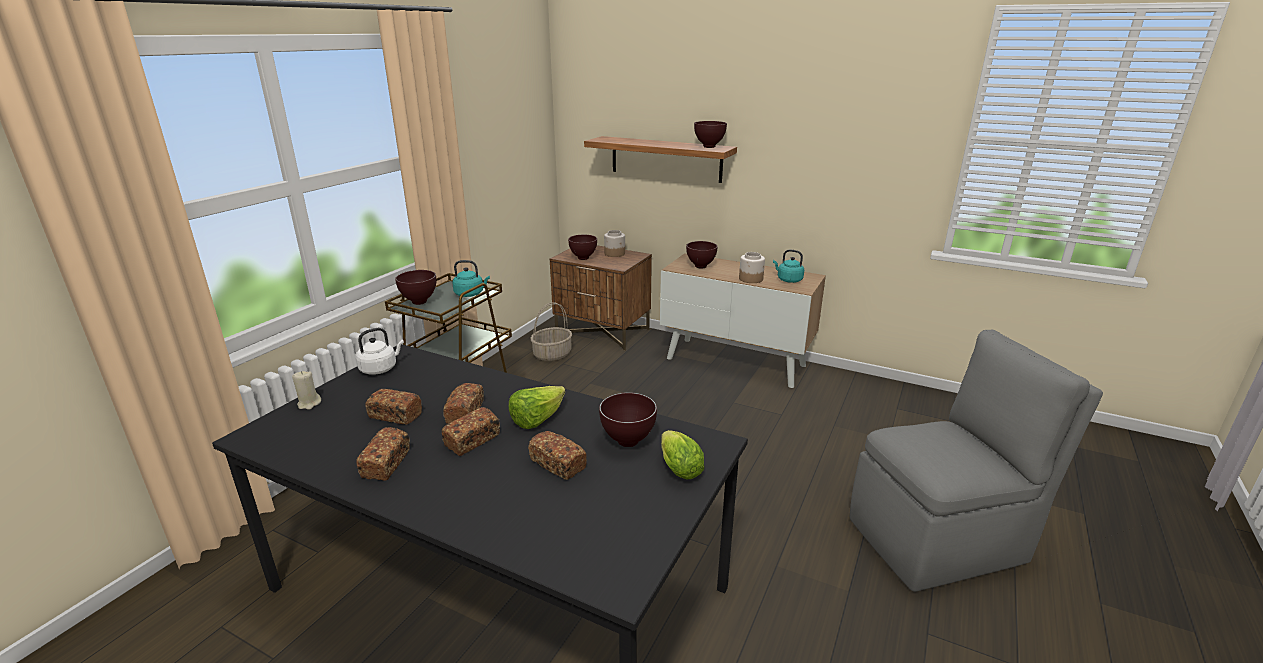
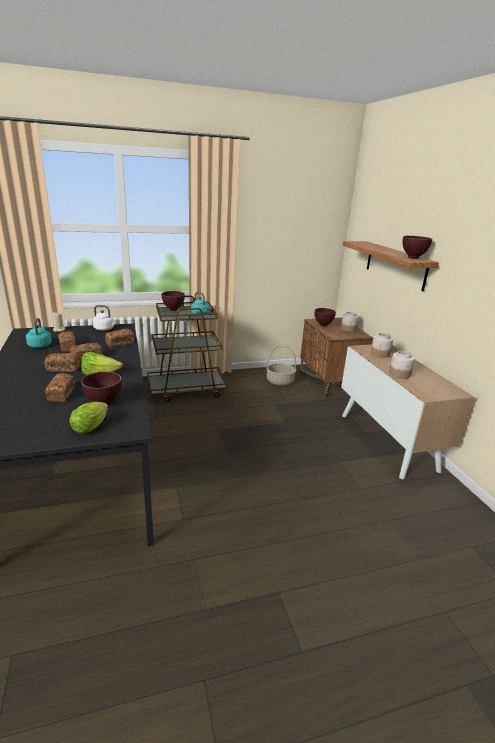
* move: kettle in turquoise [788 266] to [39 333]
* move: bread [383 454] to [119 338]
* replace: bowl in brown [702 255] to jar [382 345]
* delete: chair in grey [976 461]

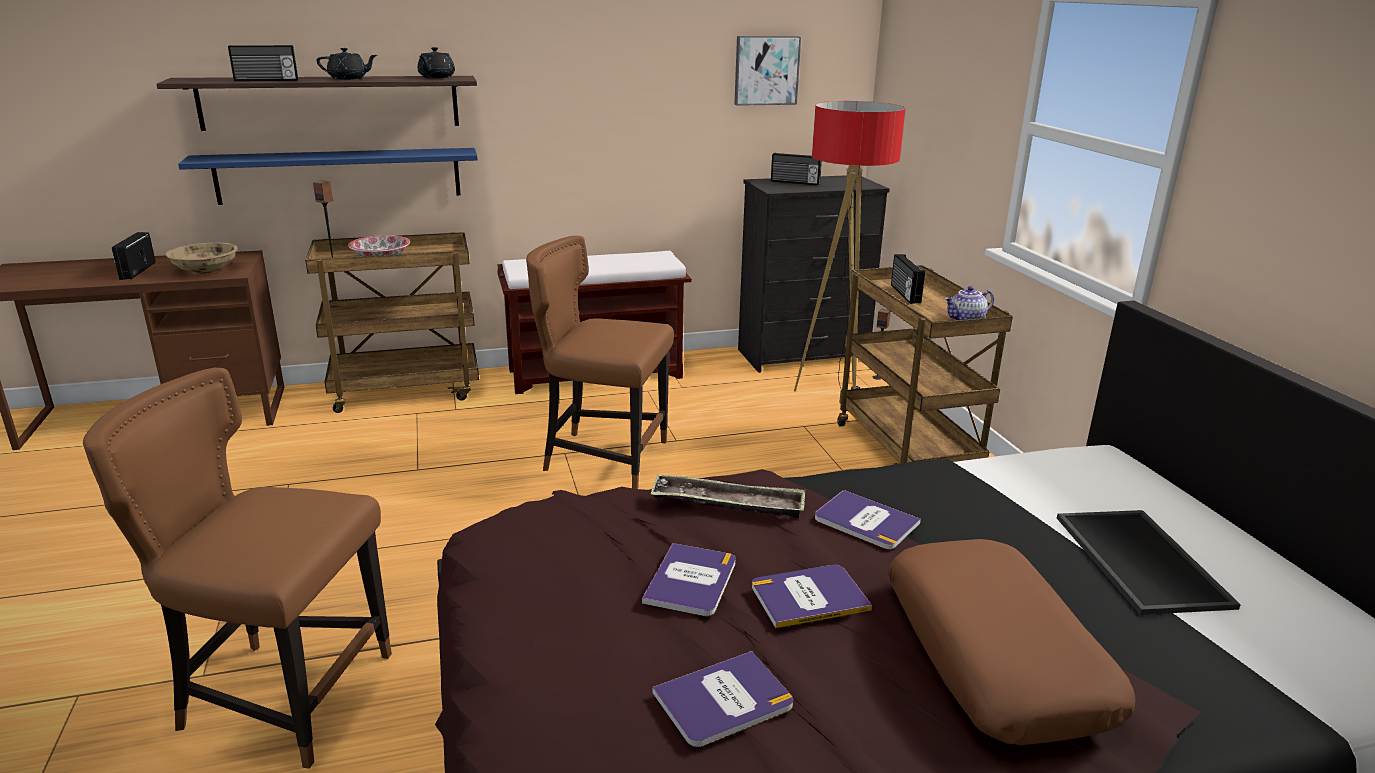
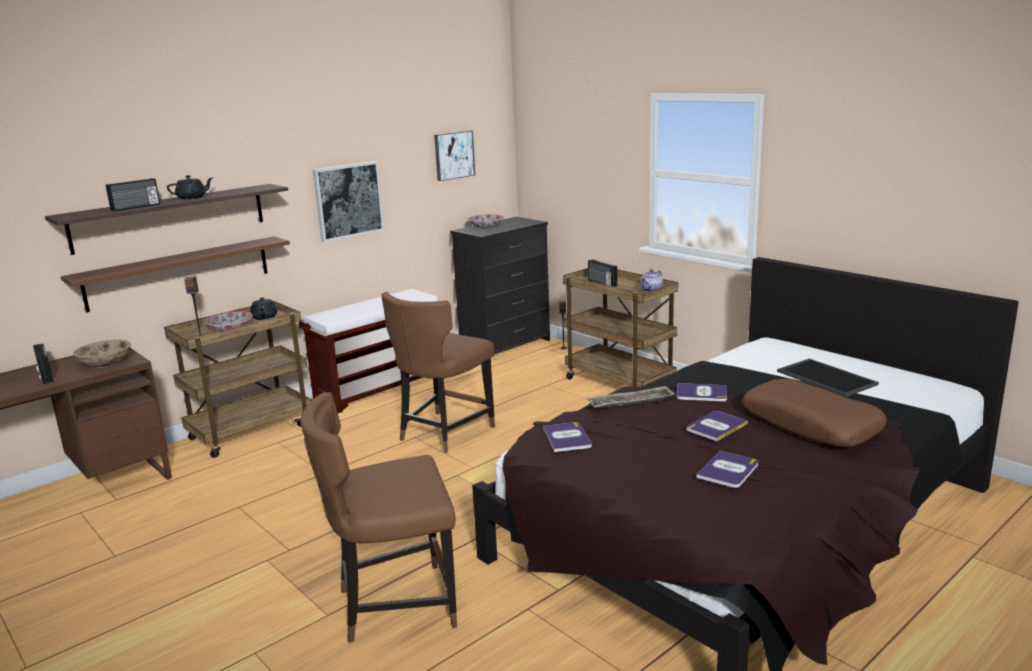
* recolor: shelf in blue [328 176] to shelf in brown [175 274]
* move: teapot in black [436 62] to [263 308]
* insert: picture [348 201]
* rotate: chair in brown [600 362] = [438 372] 45 degrees counterclockwise
* replace: radio [796 169] to bowl [485 221]
* move: book [689 579] to [567 437]
* delete: floor lamp [850 246]

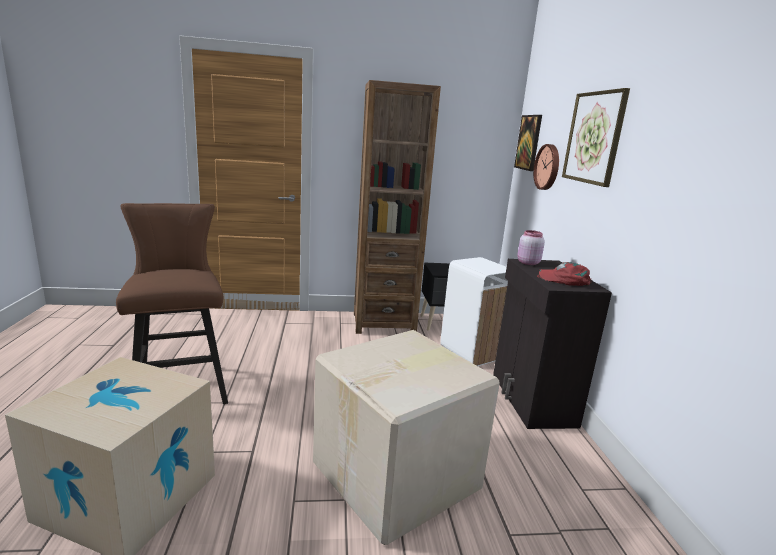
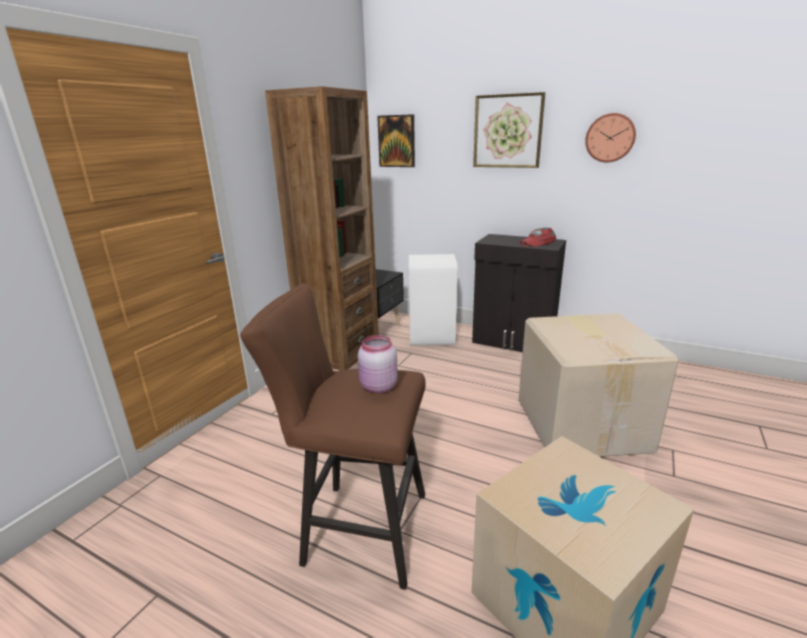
* move: jar in pink [531 247] to [378 364]
* move: wall clock [546 167] to [610 137]

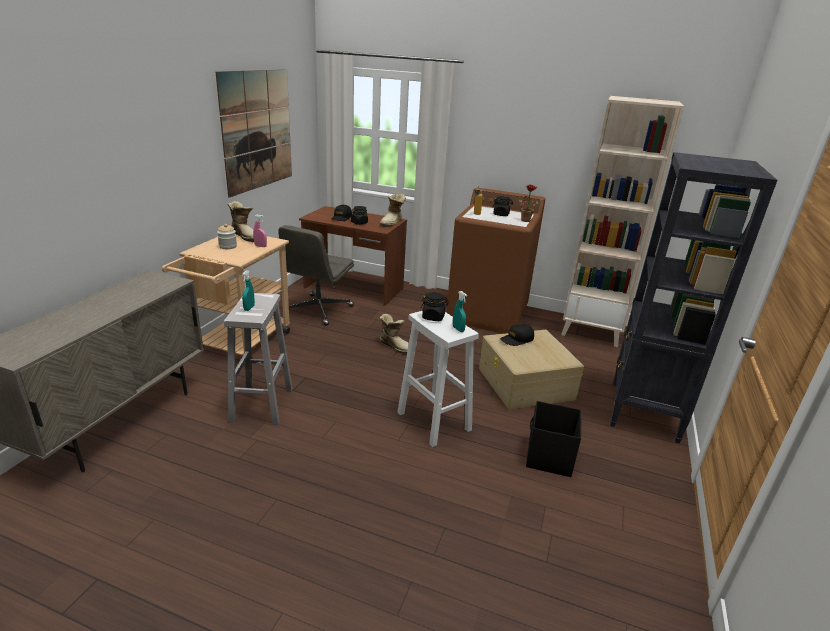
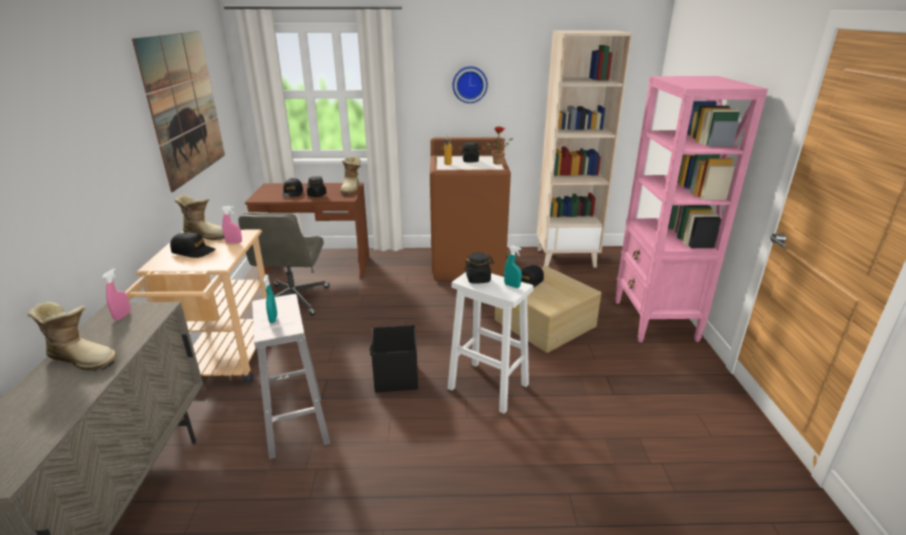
* move: boot [394 334] to [72 336]
* insert: spray bottle in pink [116 294]
* replace: jar [227 236] to cap in black [193 245]
* move: storage box in black [553 439] to [394 358]
* insert: wall clock [470 84]
* recolor: bookcase in black [693 298] to bookcase in pink [691 209]

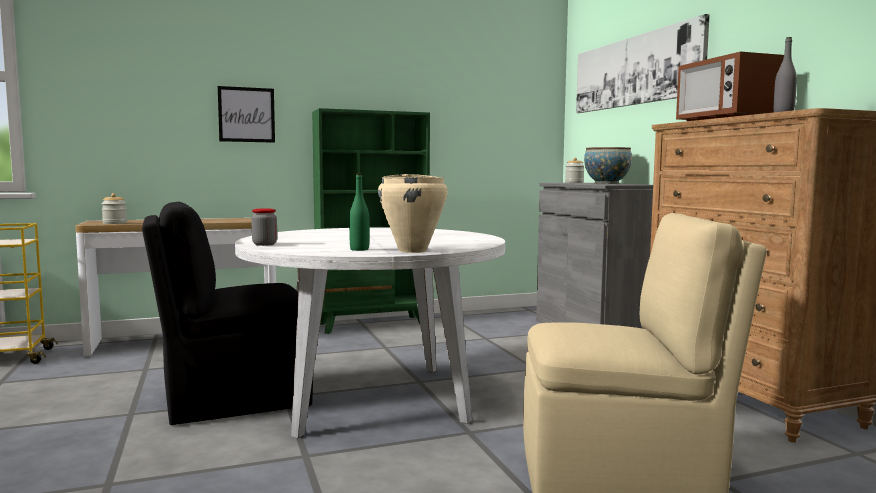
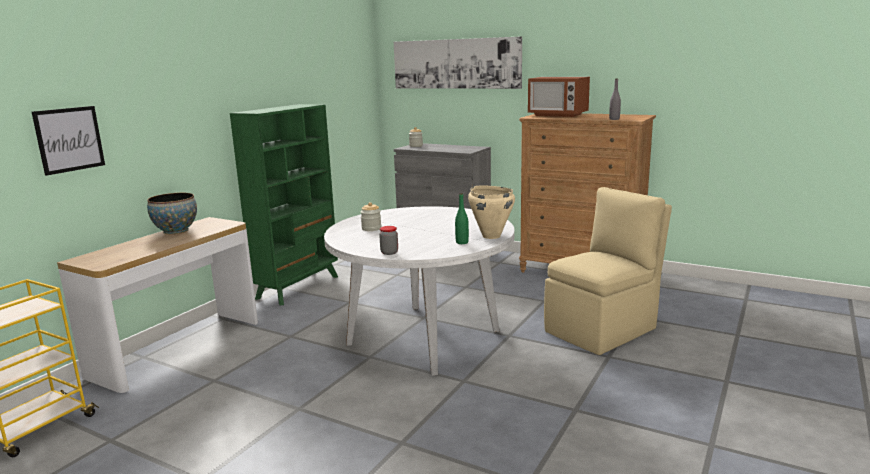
* move: picture [246 114] to [68 141]
* move: bowl [608 165] to [172 213]
* move: jar [114 208] to [371 216]
* delete: chair in black [227 313]

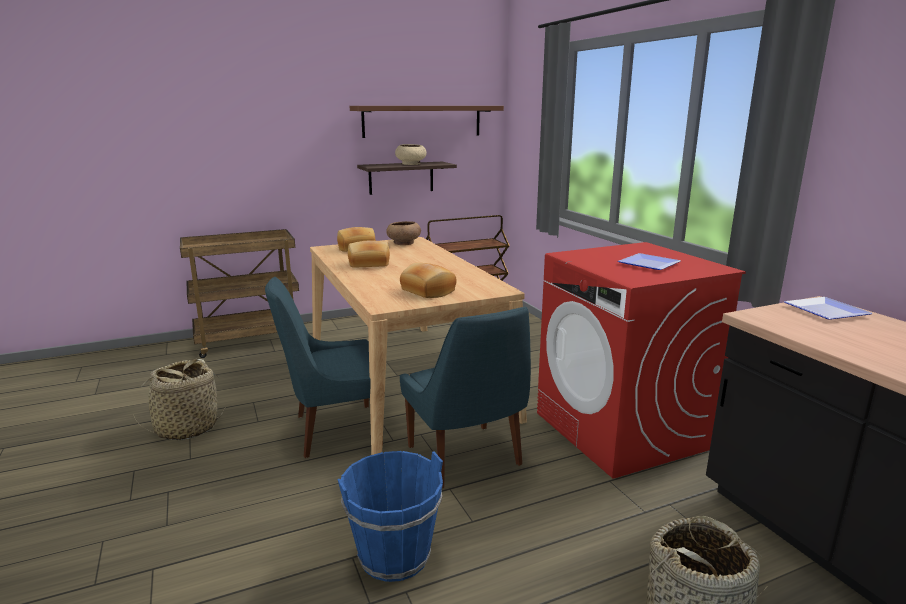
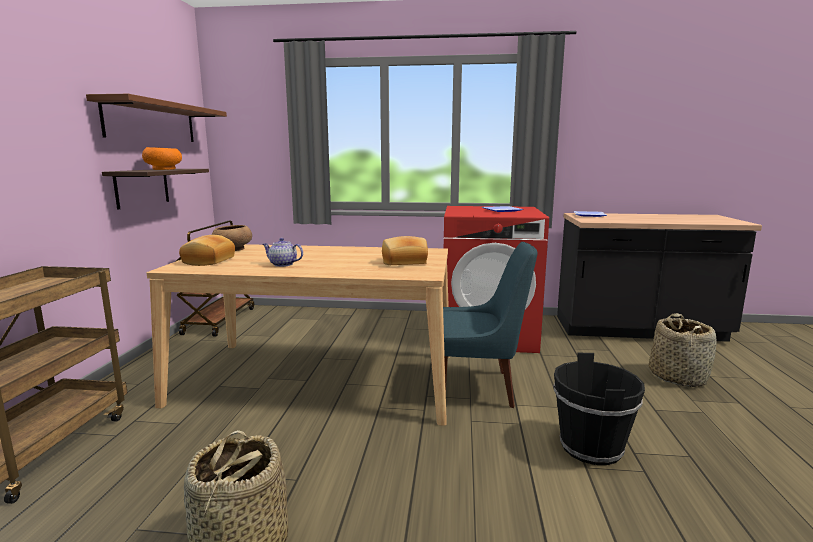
* recolor: bowl in beige [411 154] to bowl in orange [162 158]
* replace: bread [369 254] to teapot [282 252]
* recolor: bucket in blue [390 516] to bucket in black [599 409]
* delete: chair in blue [324 367]

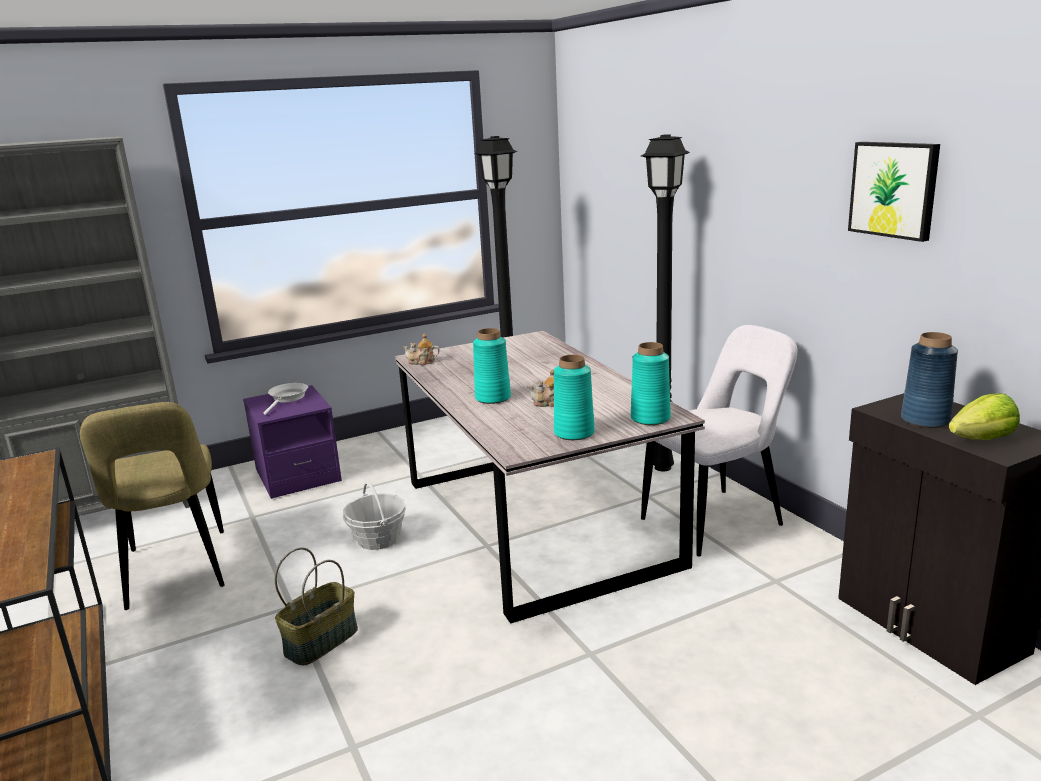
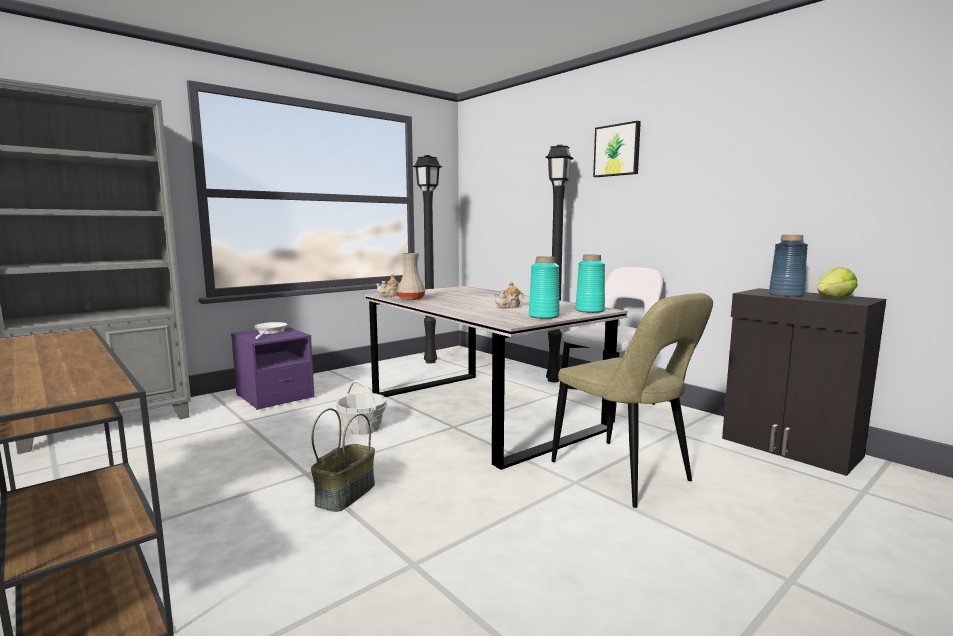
* insert: vase in beige [411 276]
* move: chair in beige [152 506] to [632 400]
* move: picture [894 192] to [617 149]
* delete: vase in turquoise [492 366]

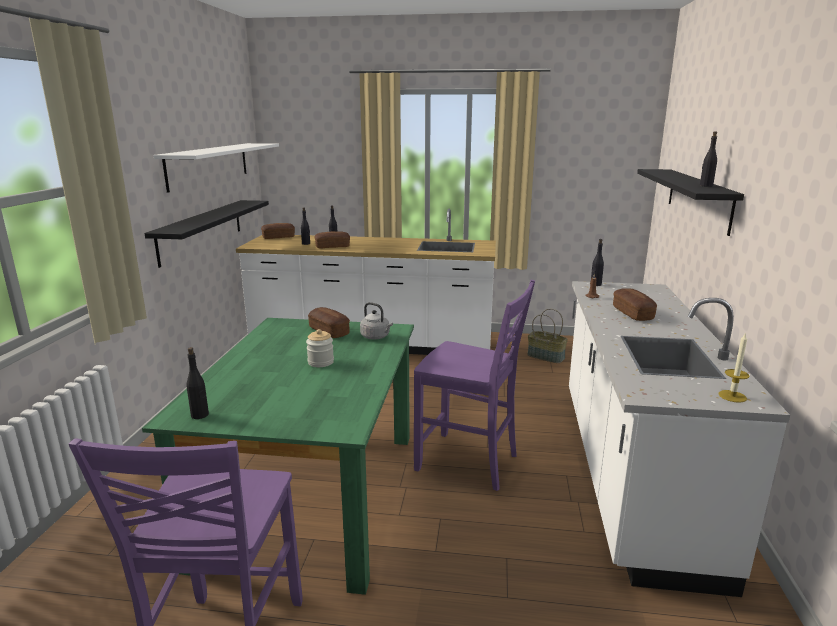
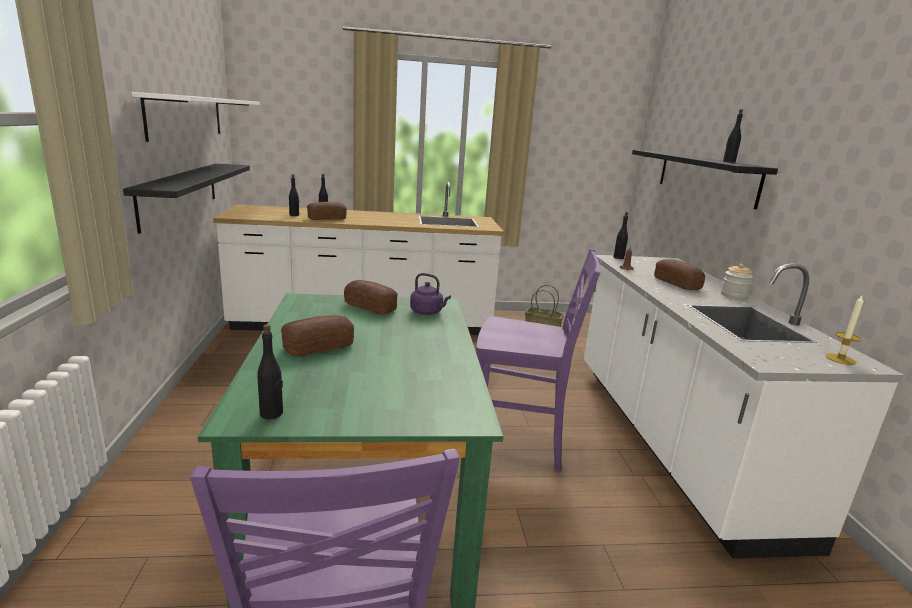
* move: bread [278 231] to [317 335]
* recolor: kettle in grey [376 320] to kettle in purple [430 294]
* move: jar [320 348] to [737 281]

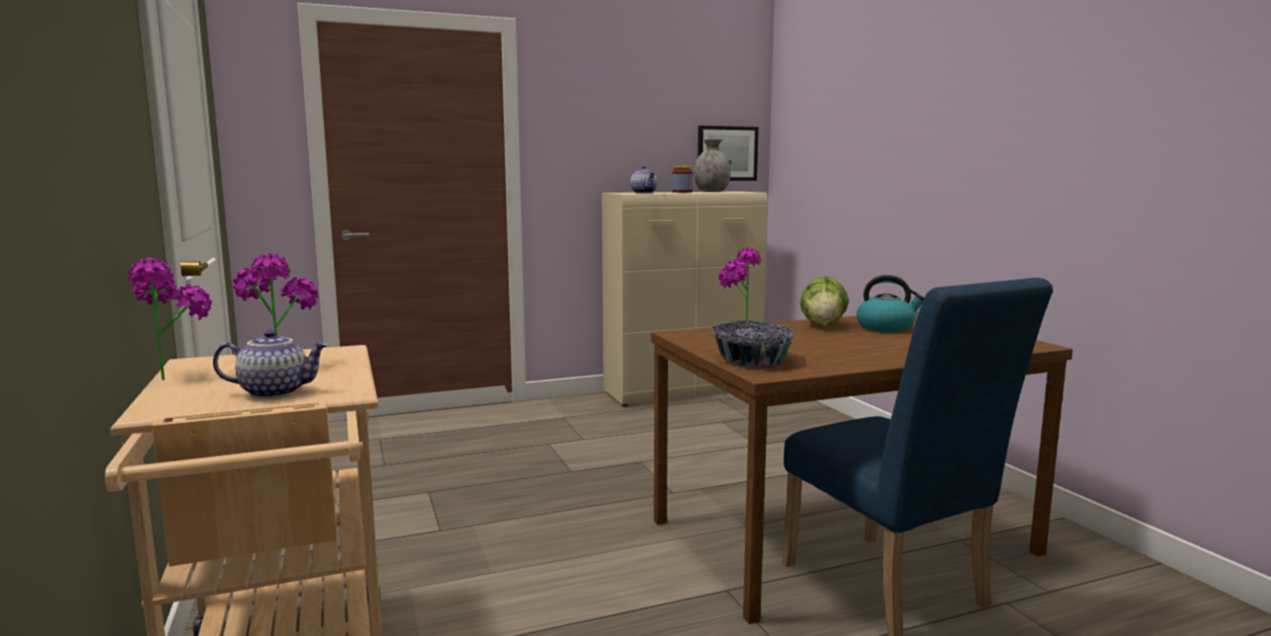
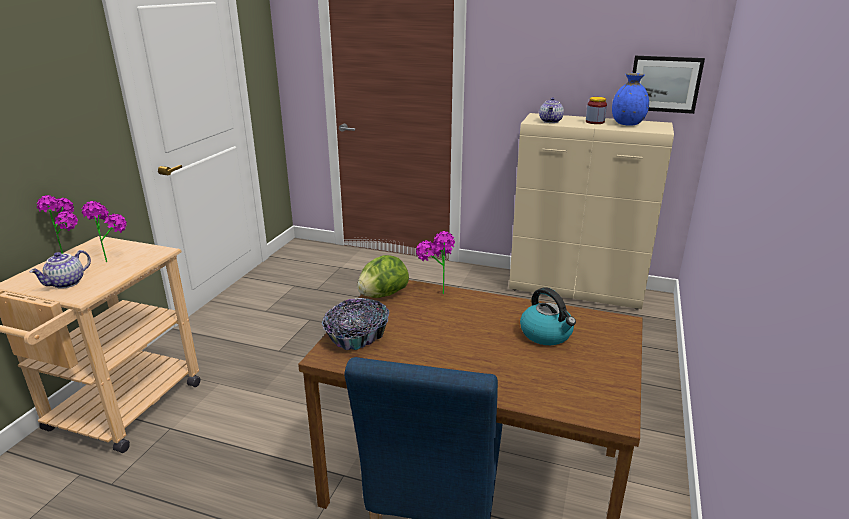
* rotate: teapot [270 364] = [60 269] 90 degrees clockwise
* move: lettuce [824 301] to [383 276]
* recolor: vase in grey [712 166] to vase in blue [630 99]

